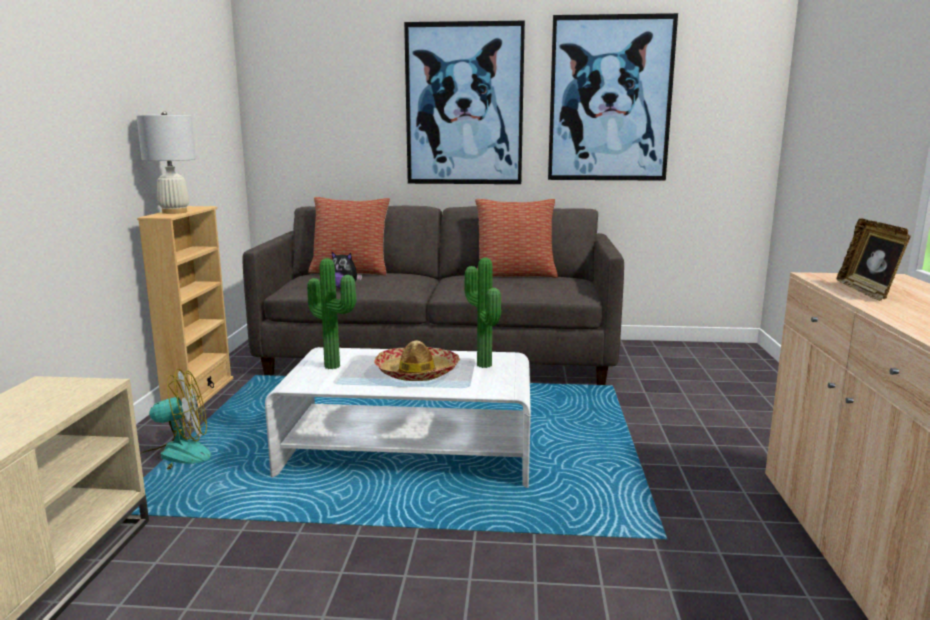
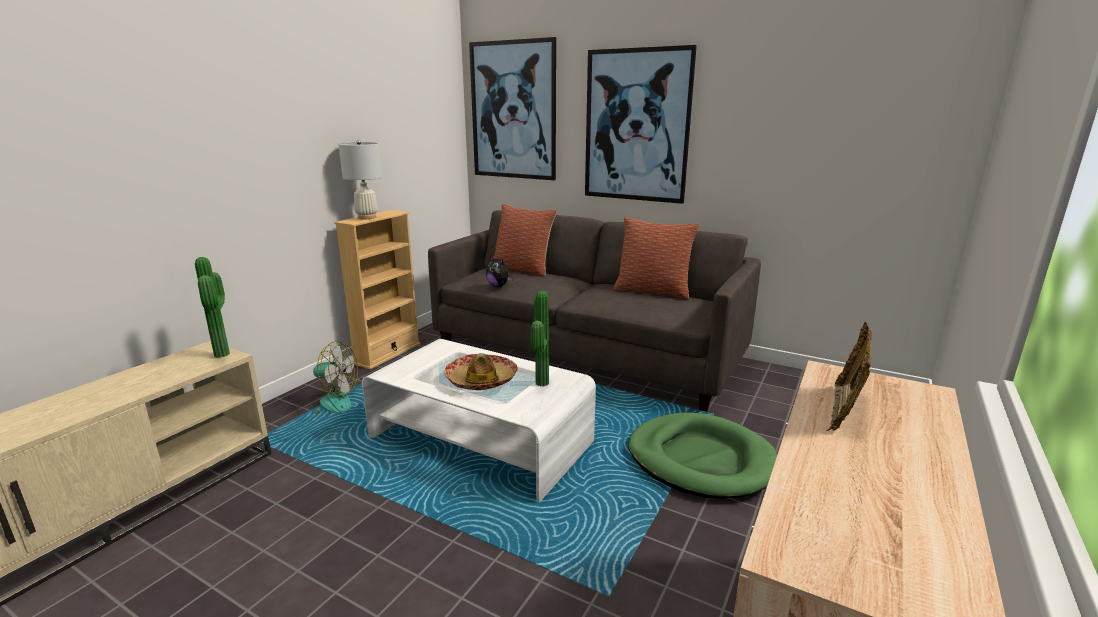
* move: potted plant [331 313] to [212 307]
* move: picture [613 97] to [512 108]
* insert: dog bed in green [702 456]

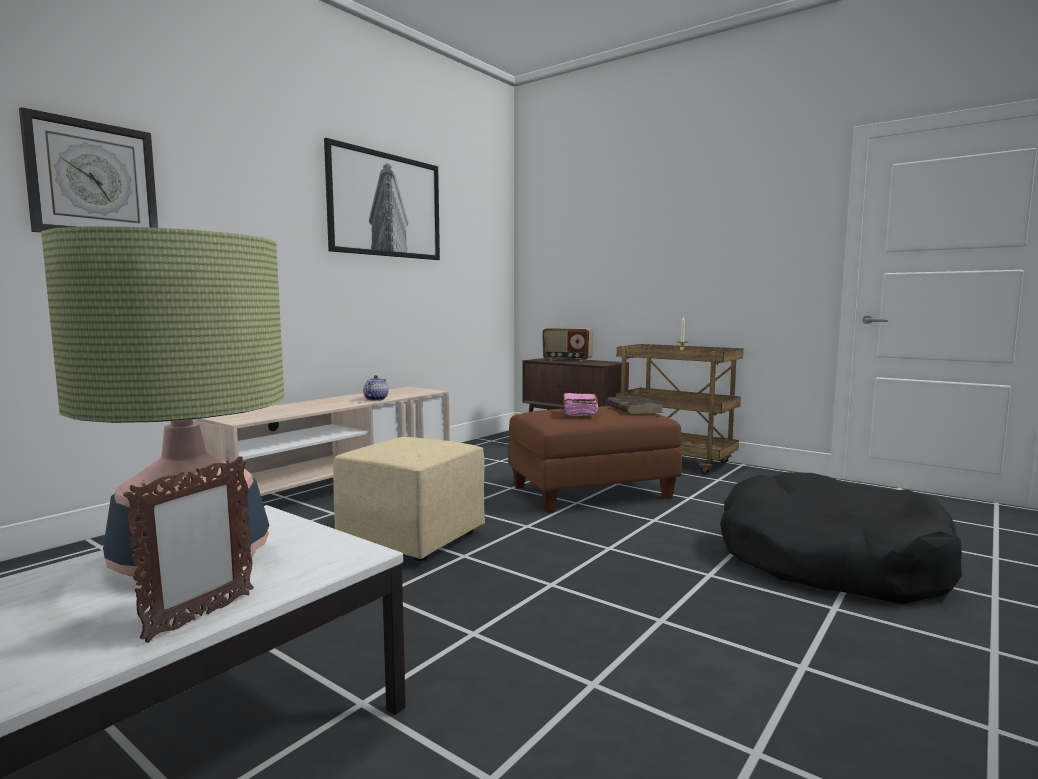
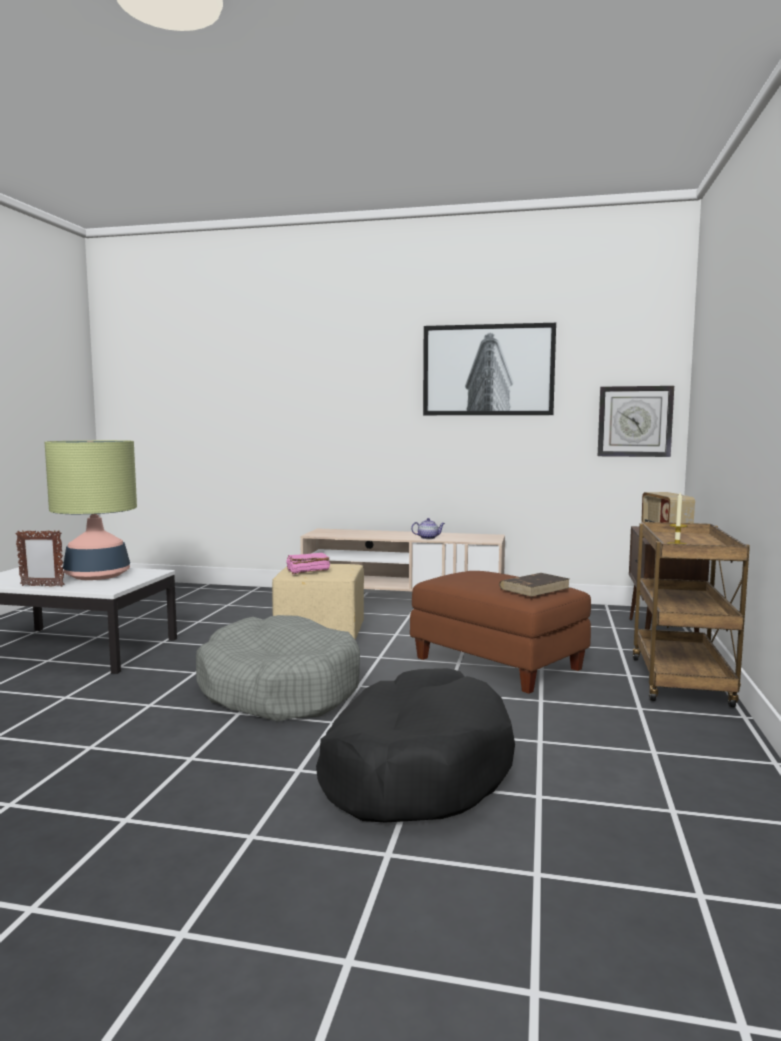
* insert: dog bed in grey [278 668]
* move: book in pink [580 404] to [308 563]
* move: wall clock [88 170] to [636 421]

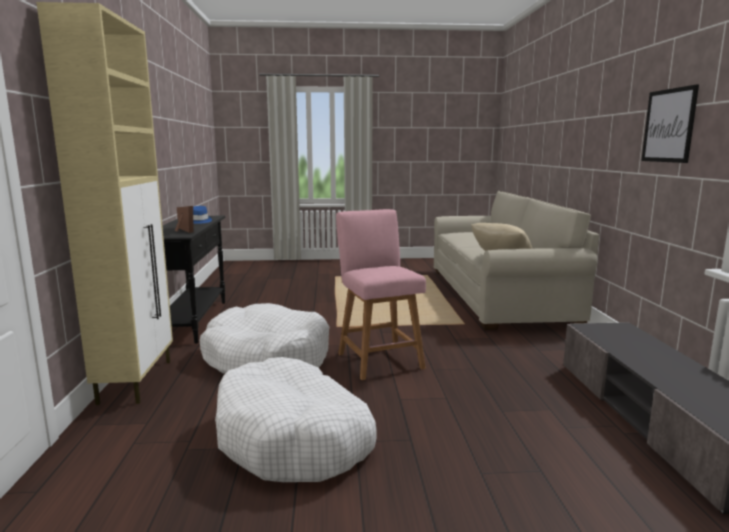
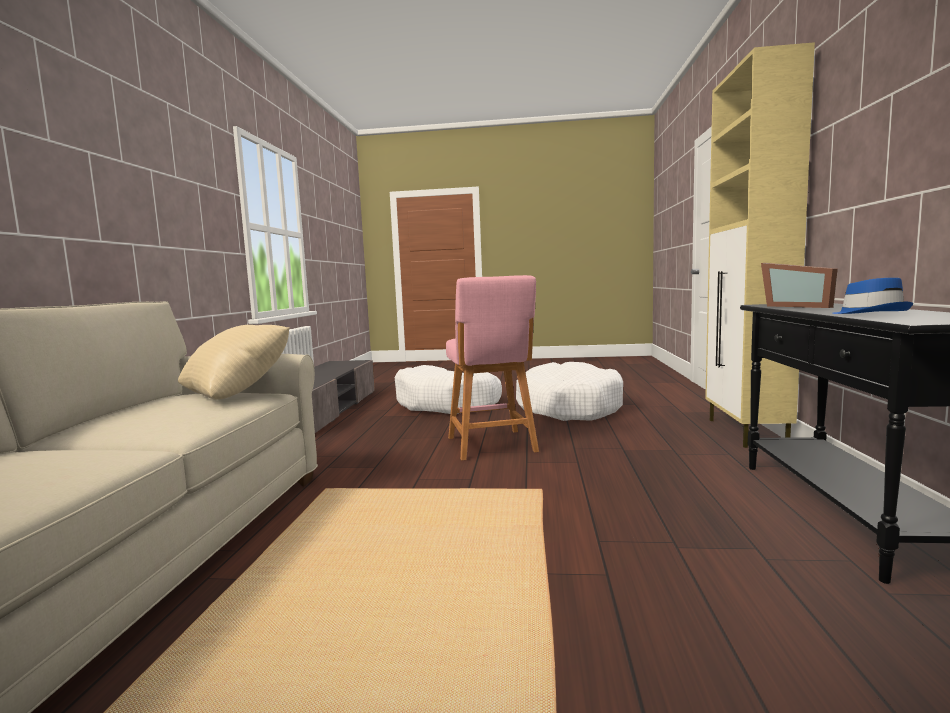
* move: dog bed in white [264 338] to [448 389]
* delete: picture [670 123]

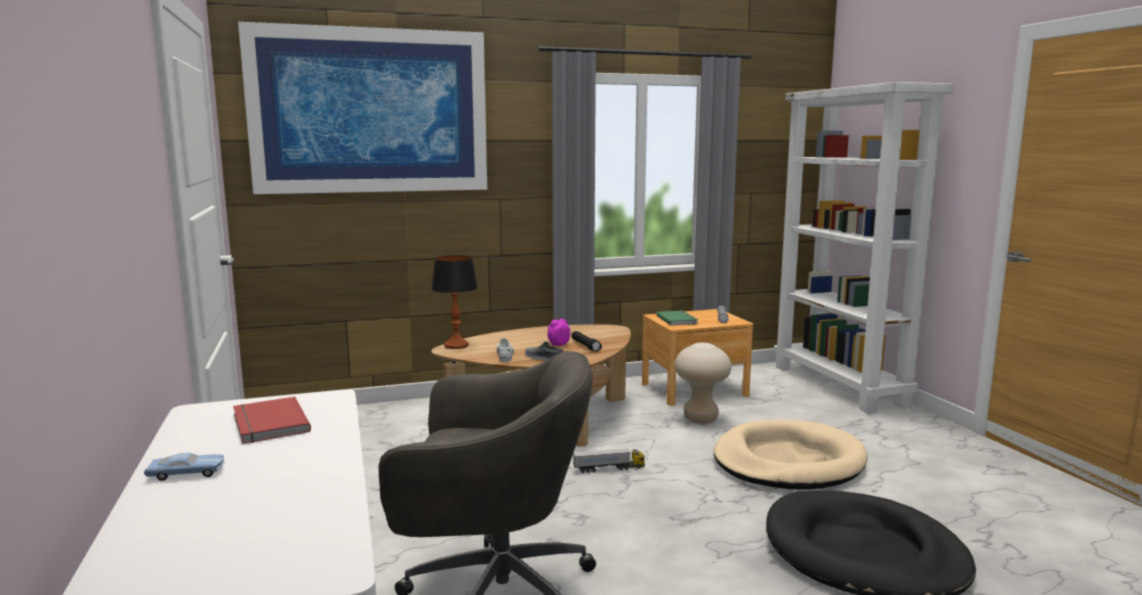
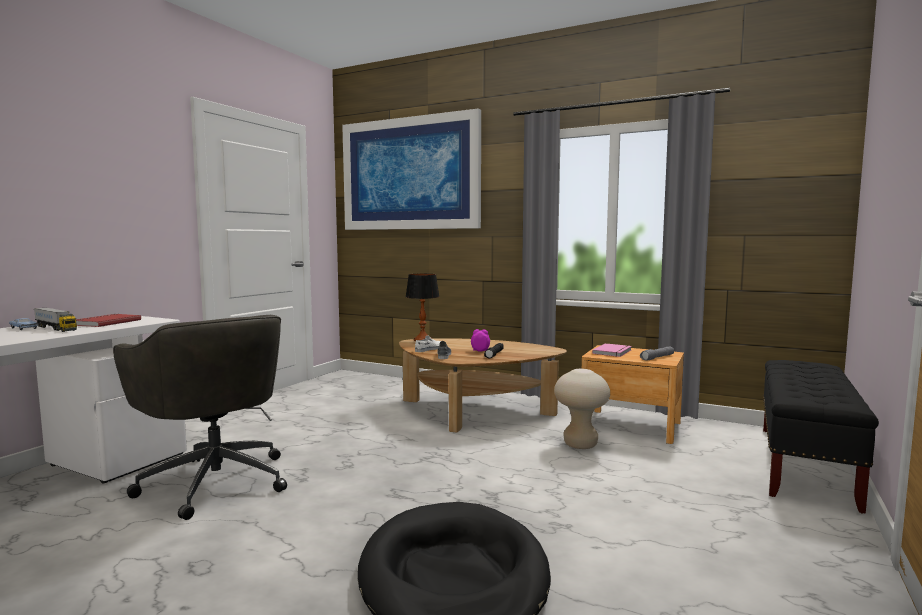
* move: toy truck [609 460] to [55 319]
* recolor: book in green [677 317] to book in pink [612 350]
* replace: bookcase in white [863 248] to bench in black [821 437]
* delete: dog bed in beige [791 455]

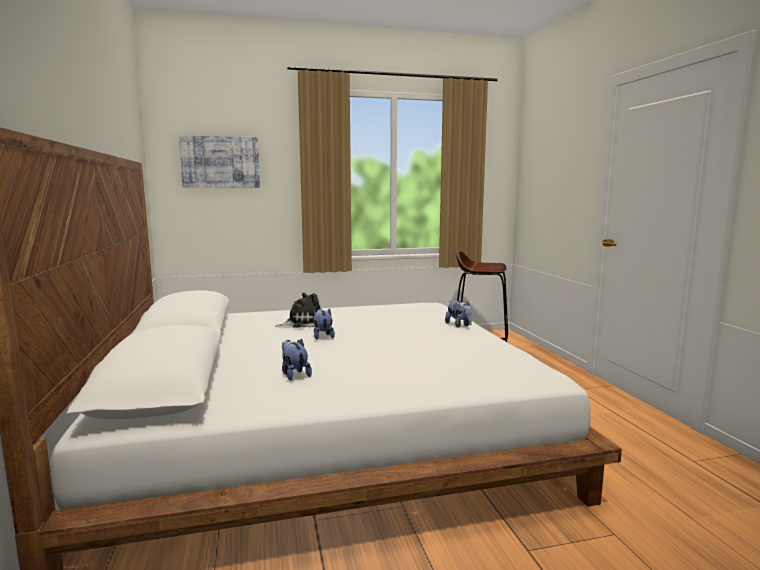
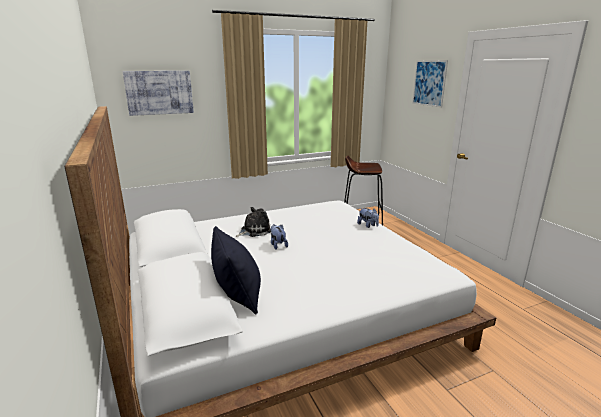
* insert: pillow in black [236 270]
* insert: picture [430 83]
* delete: plush toy [297 360]

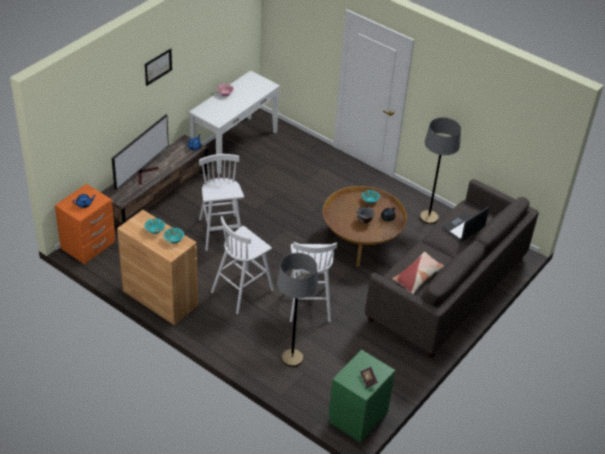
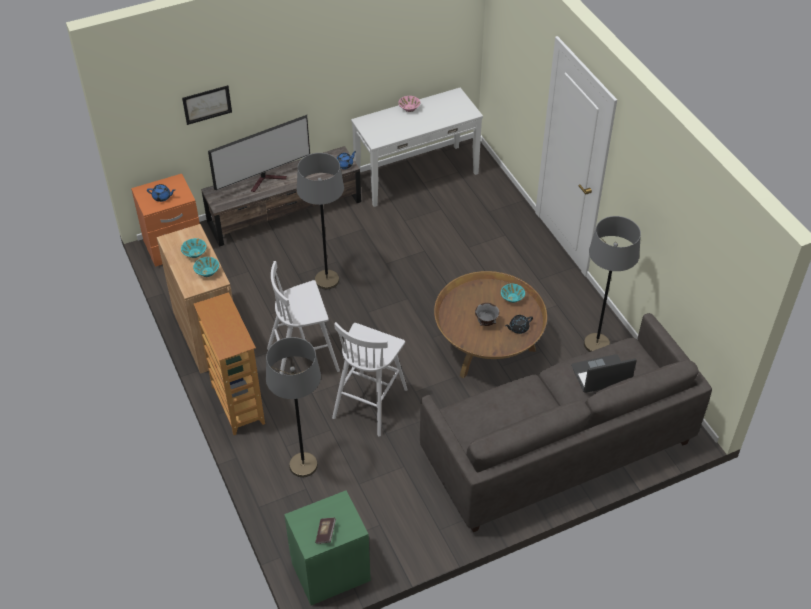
* move: picture [158 67] to [207 105]
* insert: bookcase [229 363]
* replace: stool in white [221 202] to floor lamp in grey [320 221]
* delete: pillow [418 273]

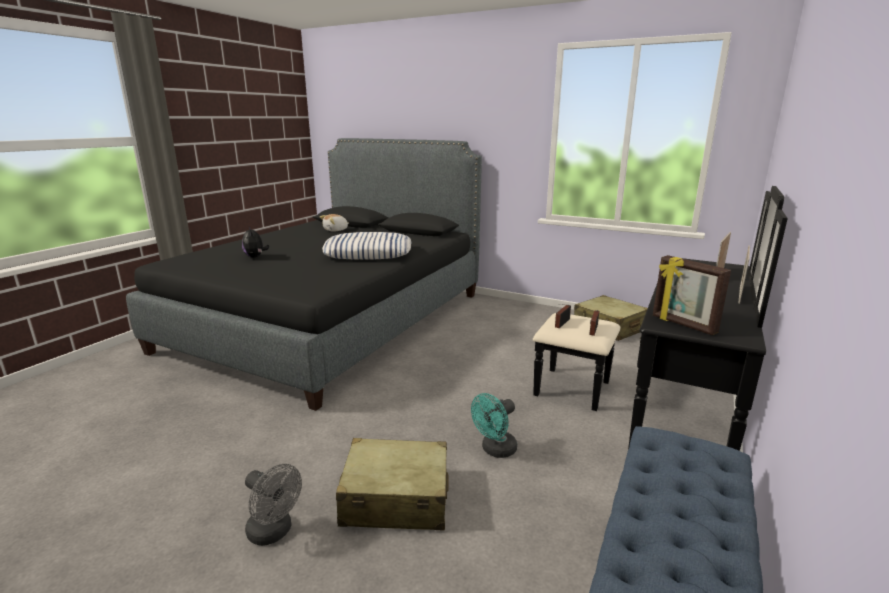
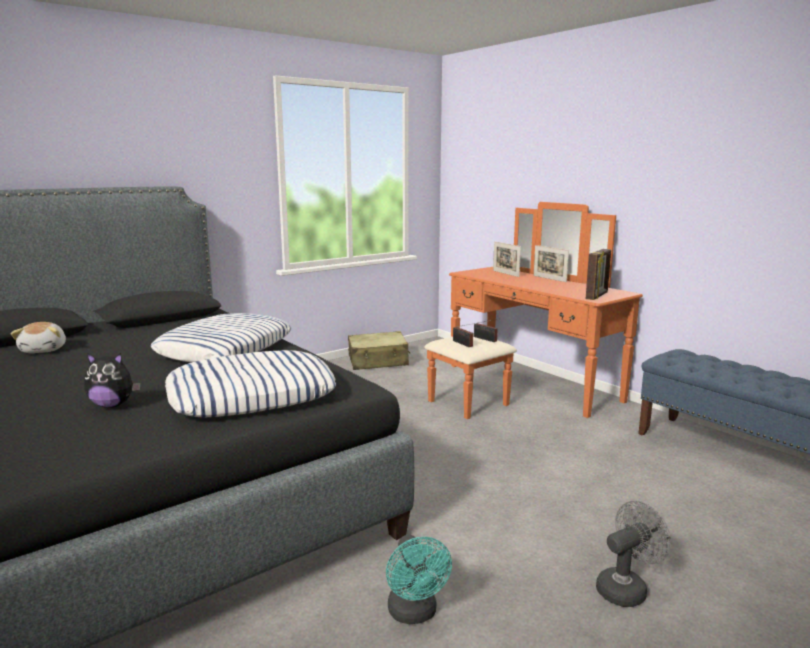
* insert: pillow [250 384]
* move: fan in turquoise [494 425] to [419 579]
* recolor: dresser in black [660 318] to dresser in orange [533 310]
* rotate: picture frame [692 295] = [598 274] 45 degrees counterclockwise
* delete: suitcase in beige [392 484]

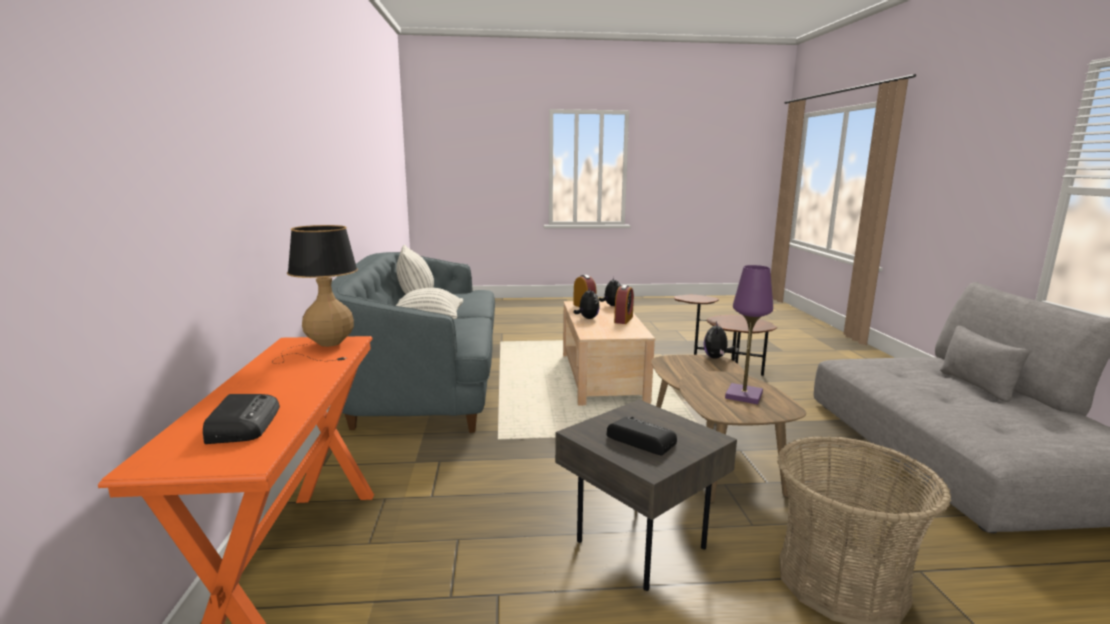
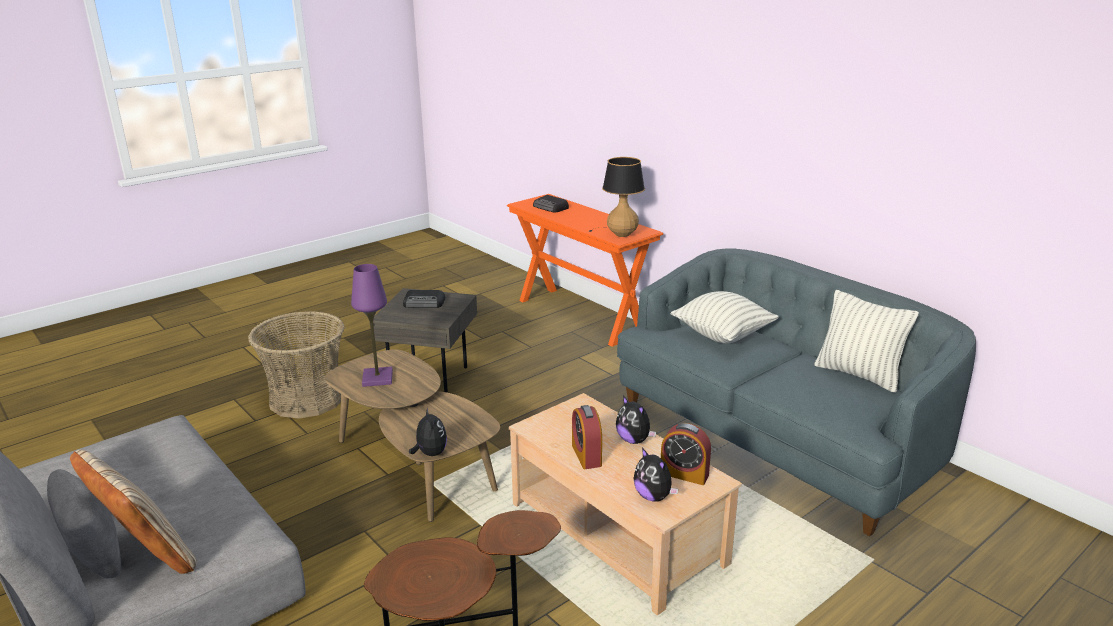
* insert: pillow in beige [133 512]

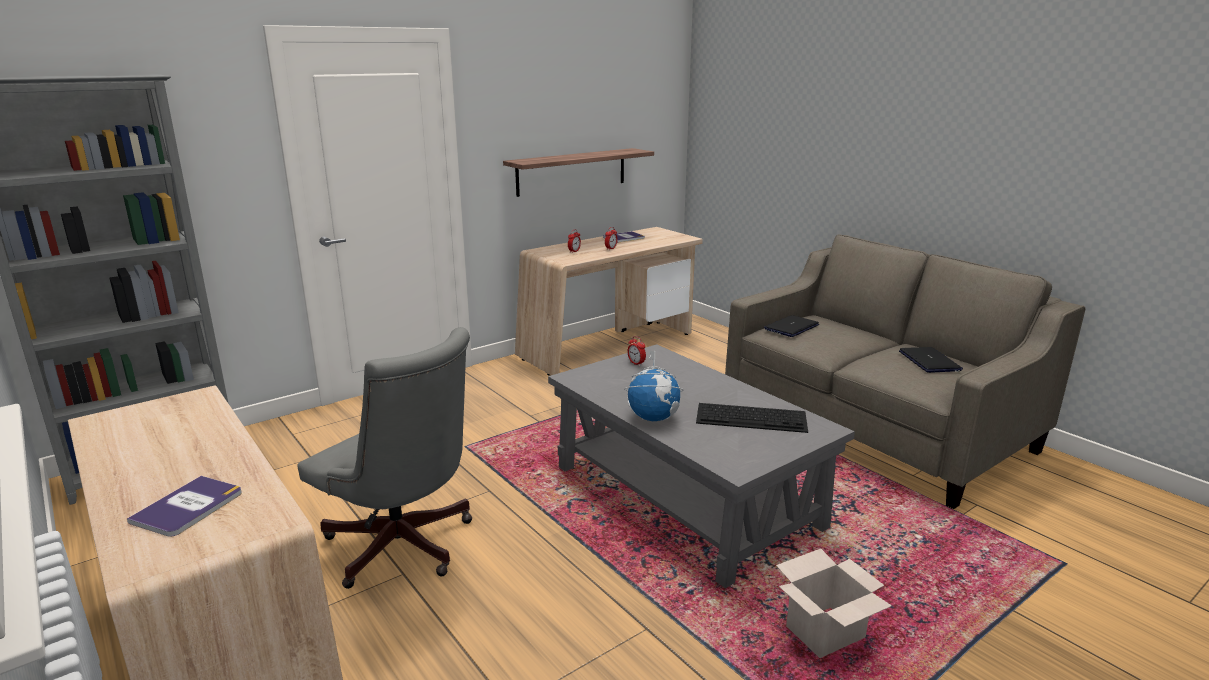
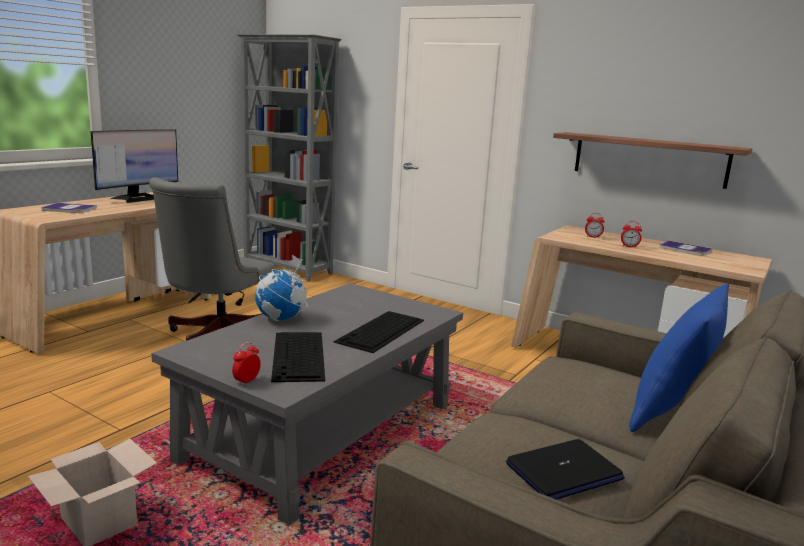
* insert: monitor [134 166]
* move: alarm clock [636 351] to [246 364]
* insert: keyboard [379 332]
* insert: pillow in blue [679 358]
* delete: laptop [791 326]

